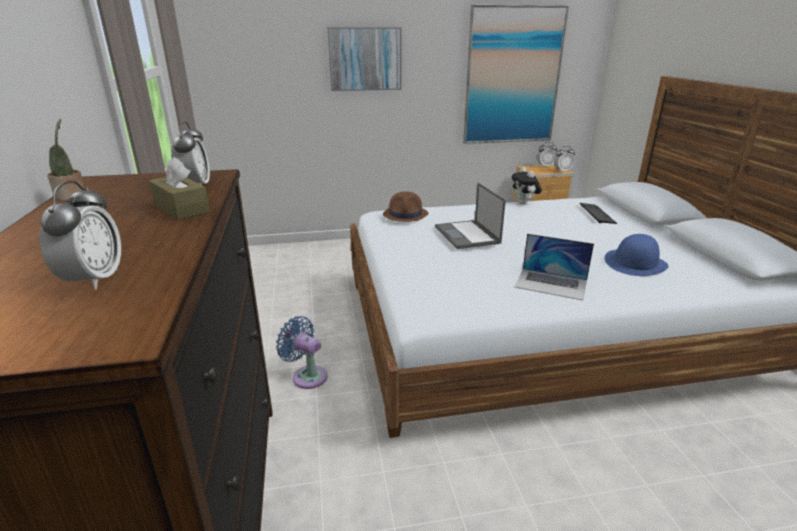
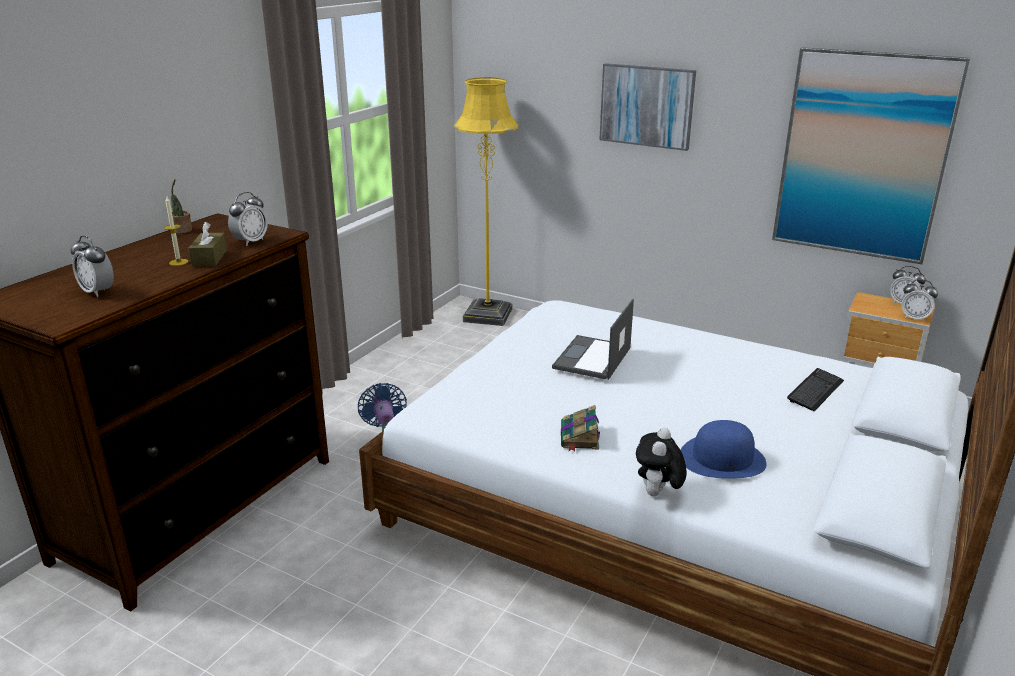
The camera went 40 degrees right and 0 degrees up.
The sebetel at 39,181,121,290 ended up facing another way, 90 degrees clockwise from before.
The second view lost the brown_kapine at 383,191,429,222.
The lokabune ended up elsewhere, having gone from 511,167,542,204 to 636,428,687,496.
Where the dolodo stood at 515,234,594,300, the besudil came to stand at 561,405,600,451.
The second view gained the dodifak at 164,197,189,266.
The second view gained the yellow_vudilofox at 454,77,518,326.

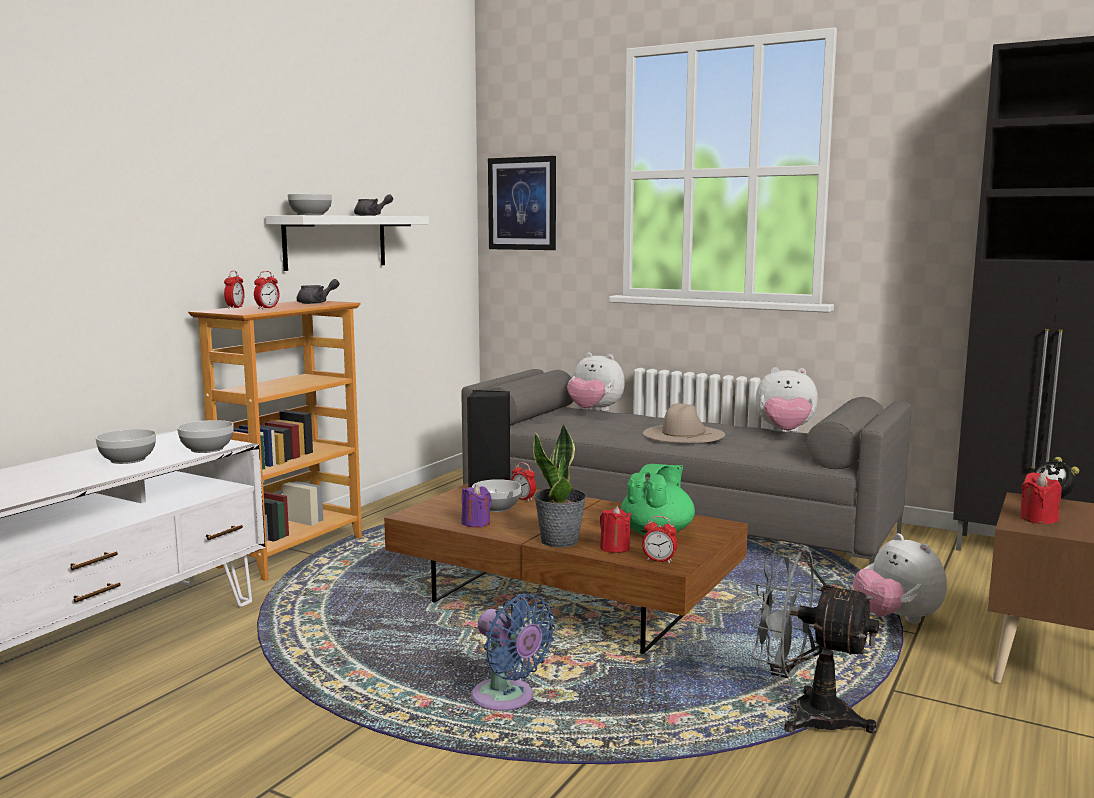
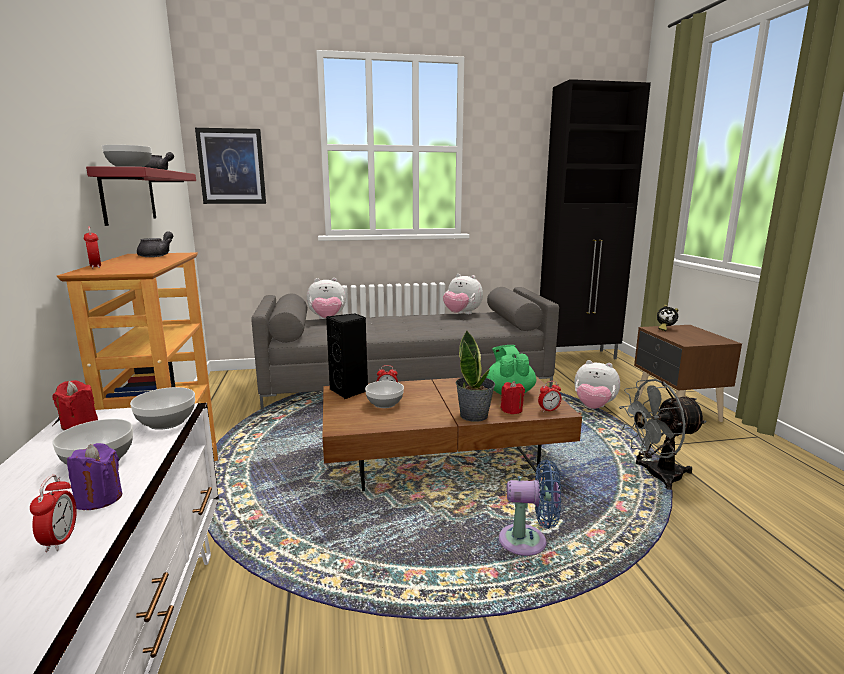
The camera went 40 degrees left and 5 degrees up.
The sebetel ended up elsewhere, having gone from 254,271,280,309 to 30,475,77,552.
What was the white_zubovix at 265,215,429,271 turned into the red_zubovix at 86,166,196,226.
The purple_dodifak ended up elsewhere, having gone from 461,484,492,528 to 67,443,122,510.
The second view lost the beige_kapine at 643,403,725,443.
The lokabune at 756,367,818,432 ended up facing another way, 60 degrees clockwise from before.
The red_dodifak ended up elsewhere, having gone from 1021,472,1062,524 to 52,380,98,430.

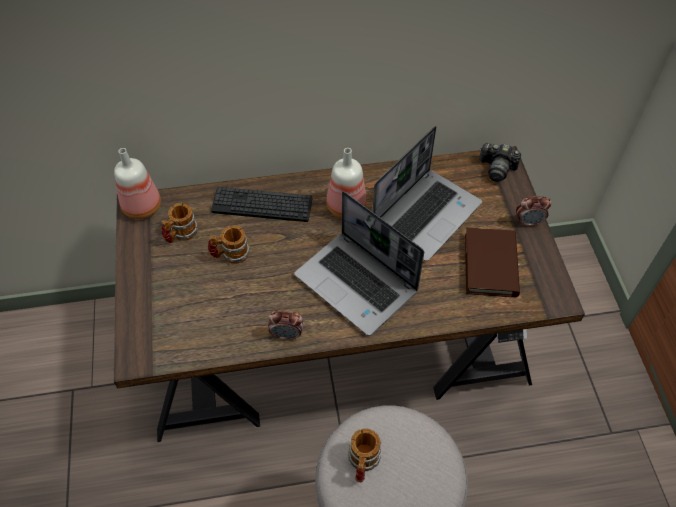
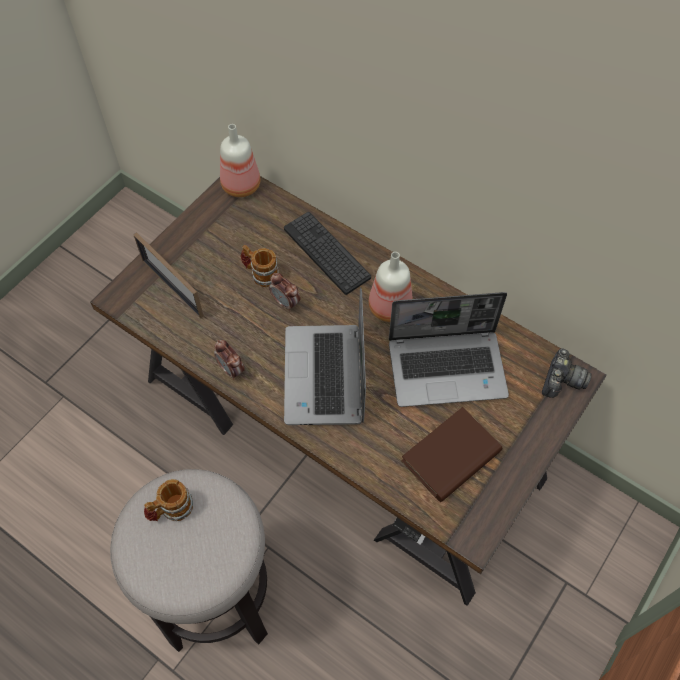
The camera went 45 degrees right and 5 degrees up.
The second view lost the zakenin at 162,203,198,243.
The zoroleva at 479,143,521,182 ended up facing another way, 135 degrees counterclockwise from before.
The sebetel ended up elsewhere, having gone from 516,196,551,226 to 269,273,301,311.
The second view gained the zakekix at 133,232,204,319.

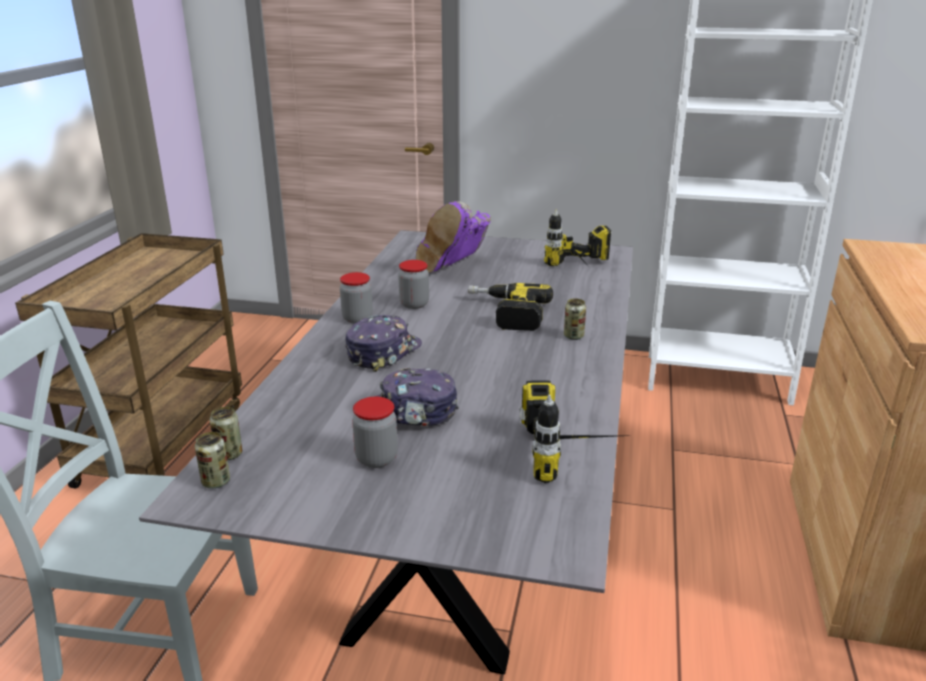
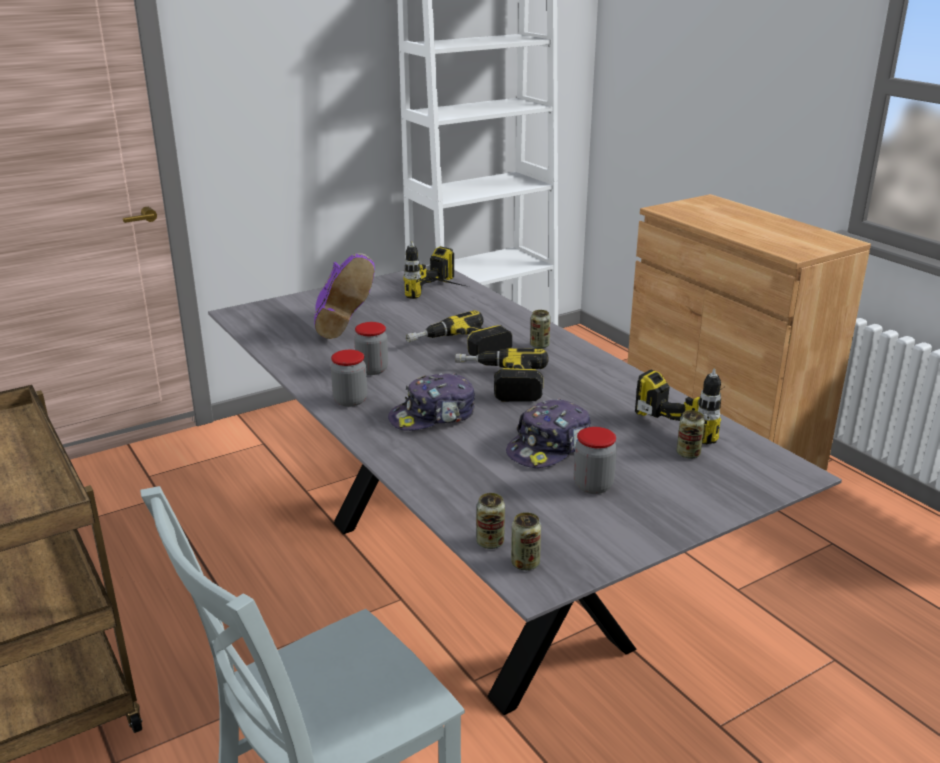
The camera went 45 degrees left and 0 degrees up.
The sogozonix at 345,315,422,372 ended up facing another way, 105 degrees counterclockwise from before.
The second view gained the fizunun at 455,348,549,402.
The second view gained the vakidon at 677,410,705,459.

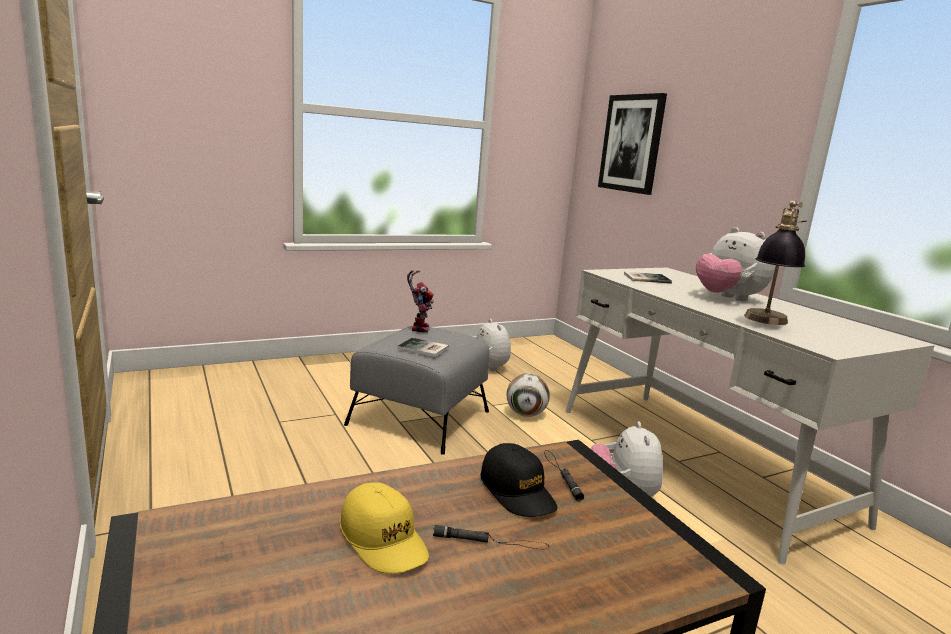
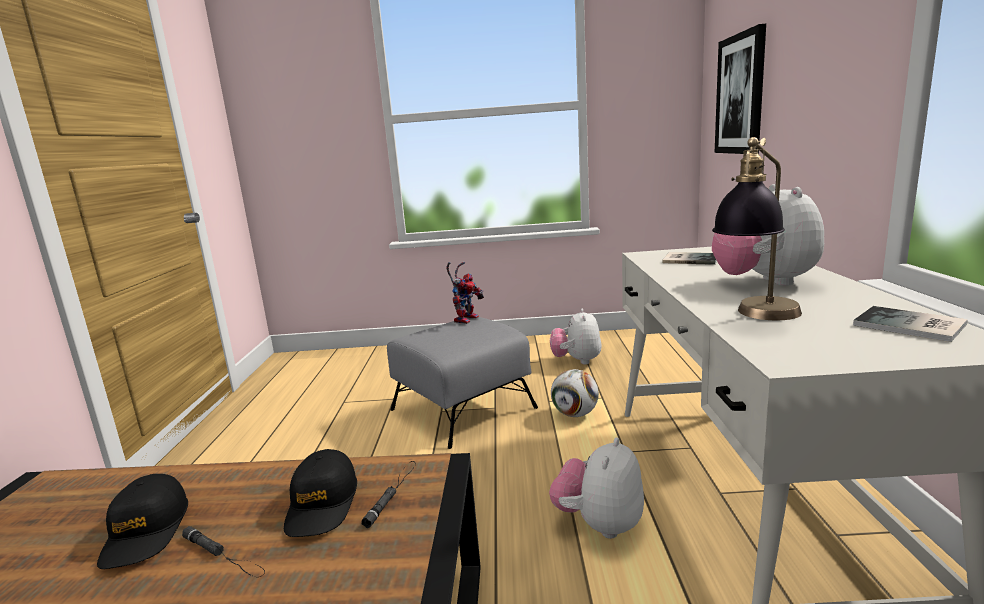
The camera went 30 degrees right and 0 degrees up.
What was the yellow_sogozonix at 340,482,429,574 turned into the black_sogozonix at 97,474,188,569.
The besudil ended up elsewhere, having gone from 397,338,449,357 to 853,306,968,342.

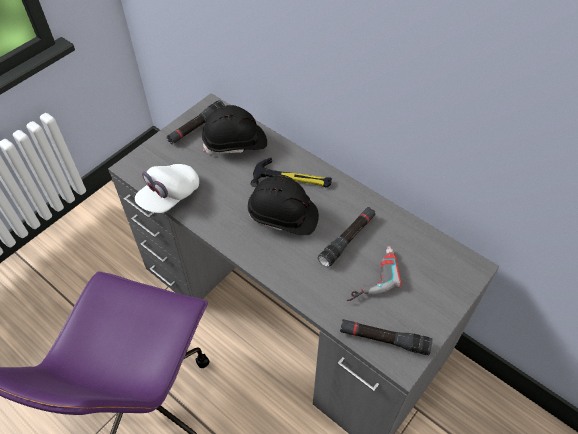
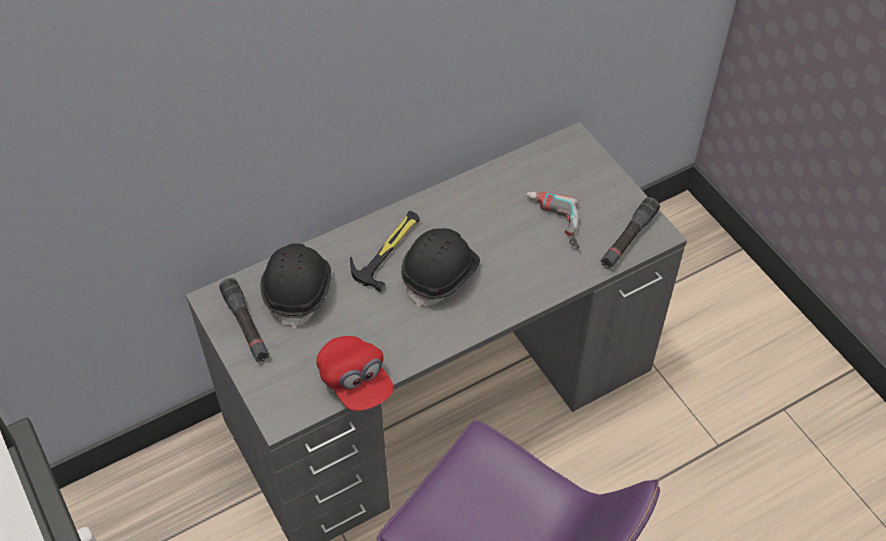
The camera went 70 degrees left and 0 degrees up.
What was the white_sogozonix at 135,164,199,213 turned into the red_sogozonix at 316,336,394,411.
The second view lost the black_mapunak at 318,207,376,267.

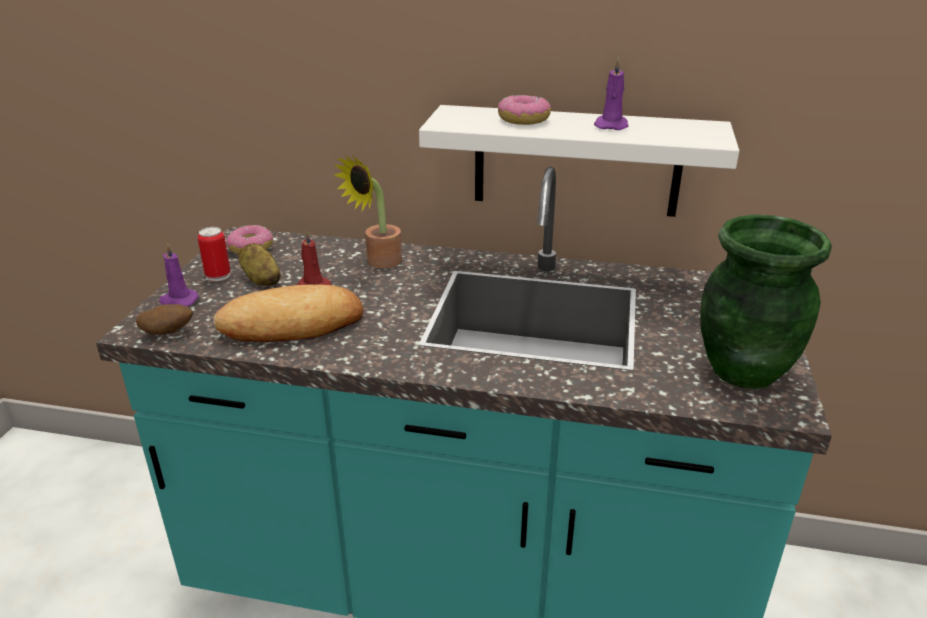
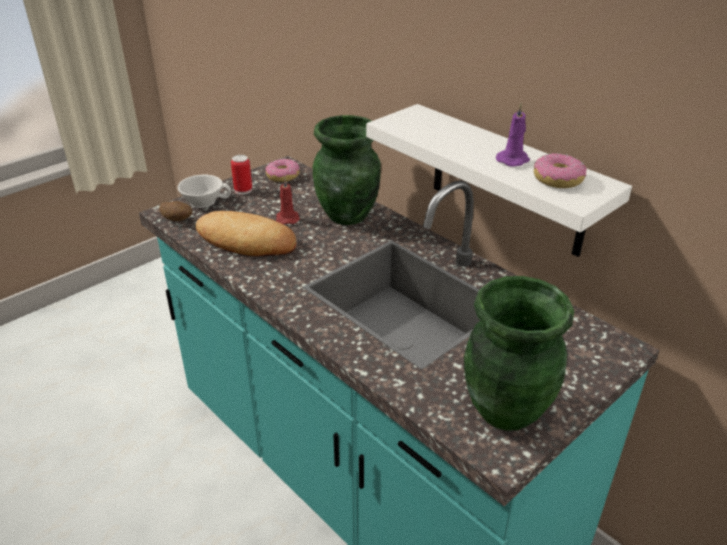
The camera went 35 degrees right and 5 degrees up.
Where the purple_dodifak stood at 159,243,199,306, the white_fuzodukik came to stand at 178,175,231,208.
The second view lost the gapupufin at 239,243,281,286.
Where the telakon stood at 334,154,402,268, the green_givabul came to stand at 313,115,381,225.
The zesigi ended up elsewhere, having gone from 498,95,551,125 to 534,153,587,188.

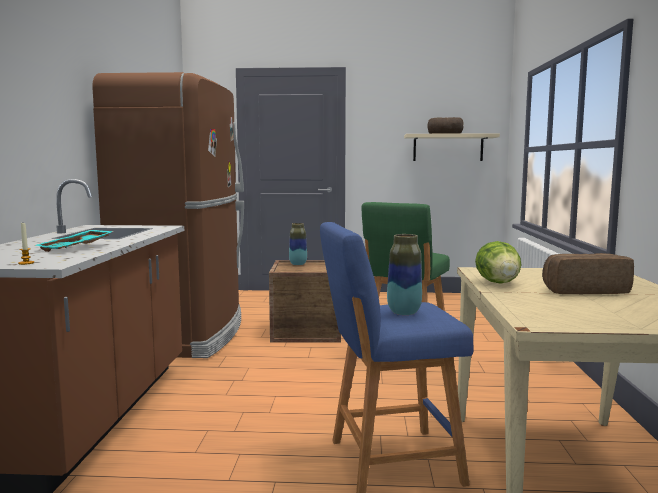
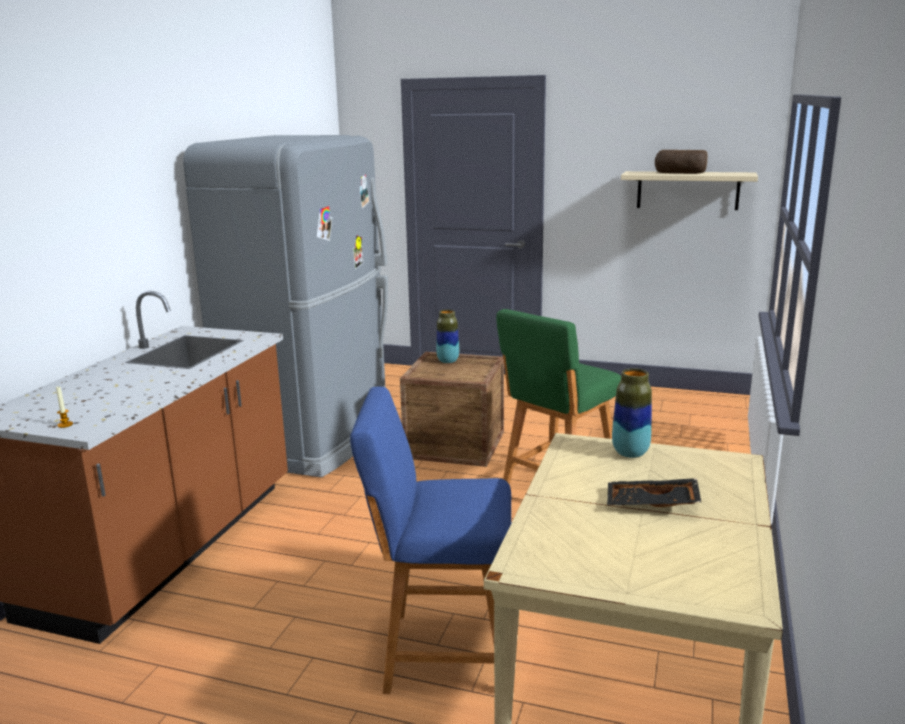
The camera went 15 degrees right and 10 degrees up.
The second view lost the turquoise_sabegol at 34,230,114,252.
What was the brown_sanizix at 92,72,244,358 turned into the grey_sanizix at 183,135,388,477.
The givabul ended up elsewhere, having gone from 387,234,422,315 to 612,368,652,458.
The second view lost the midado at 475,241,521,284.
Where the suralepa stood at 542,253,634,294, the black_sabegol came to stand at 607,478,701,507.

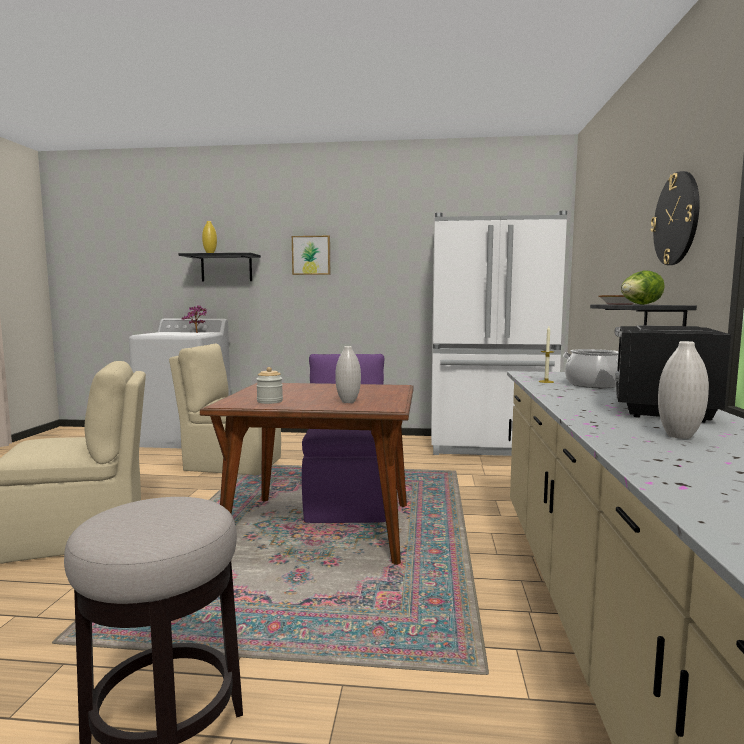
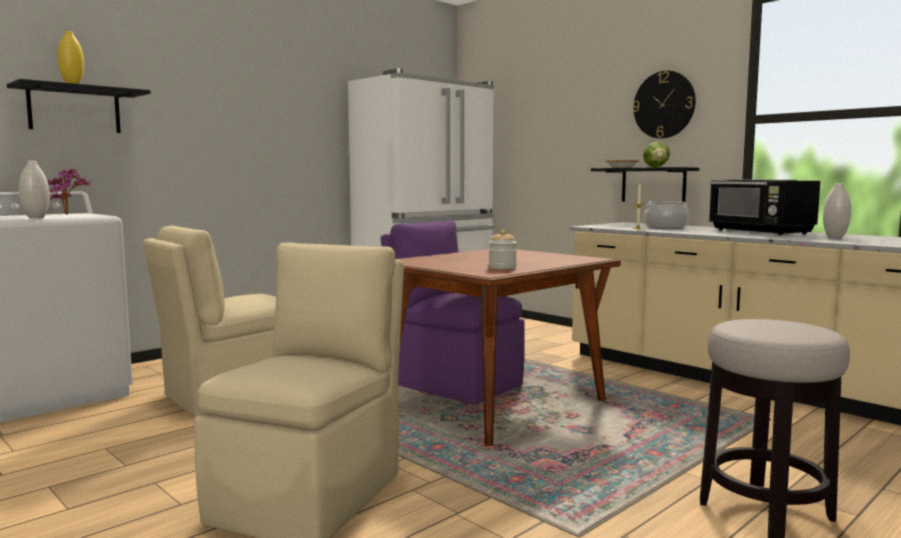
The camera went 50 degrees left and 0 degrees up.
The second view lost the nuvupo at 292,236,330,275.
The white_givabul ended up elsewhere, having gone from 335,346,361,403 to 19,161,49,219.

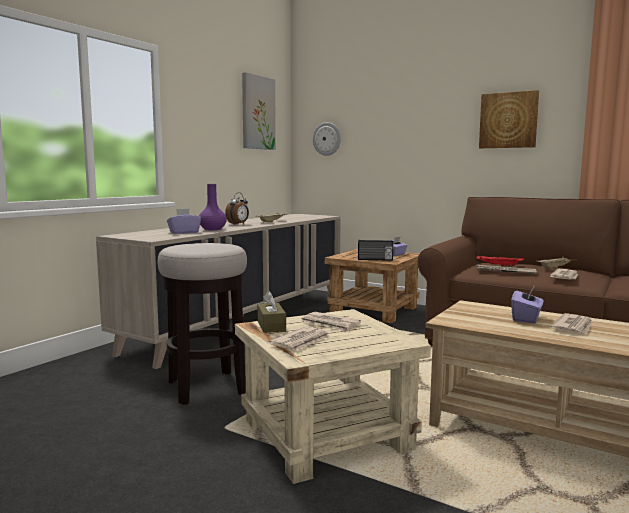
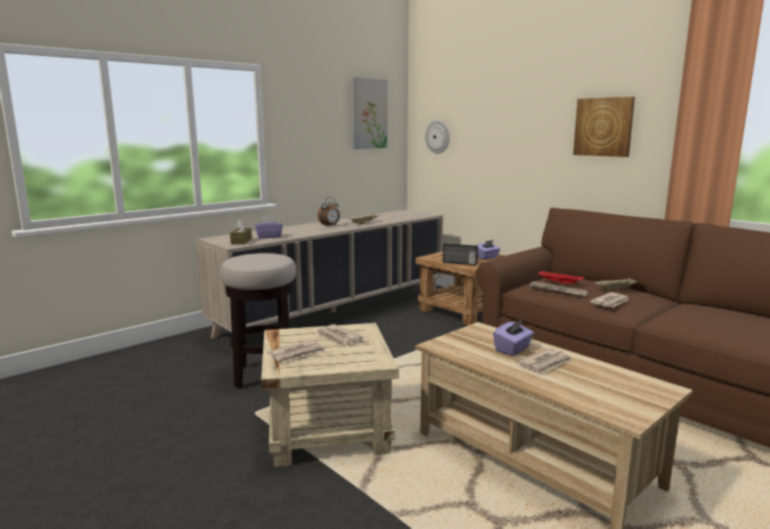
The camera went 15 degrees right and 5 degrees up.
The second view lost the purple_givabul at 199,184,227,230.
The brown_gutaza ended up elsewhere, having gone from 257,291,286,333 to 230,220,252,245.

